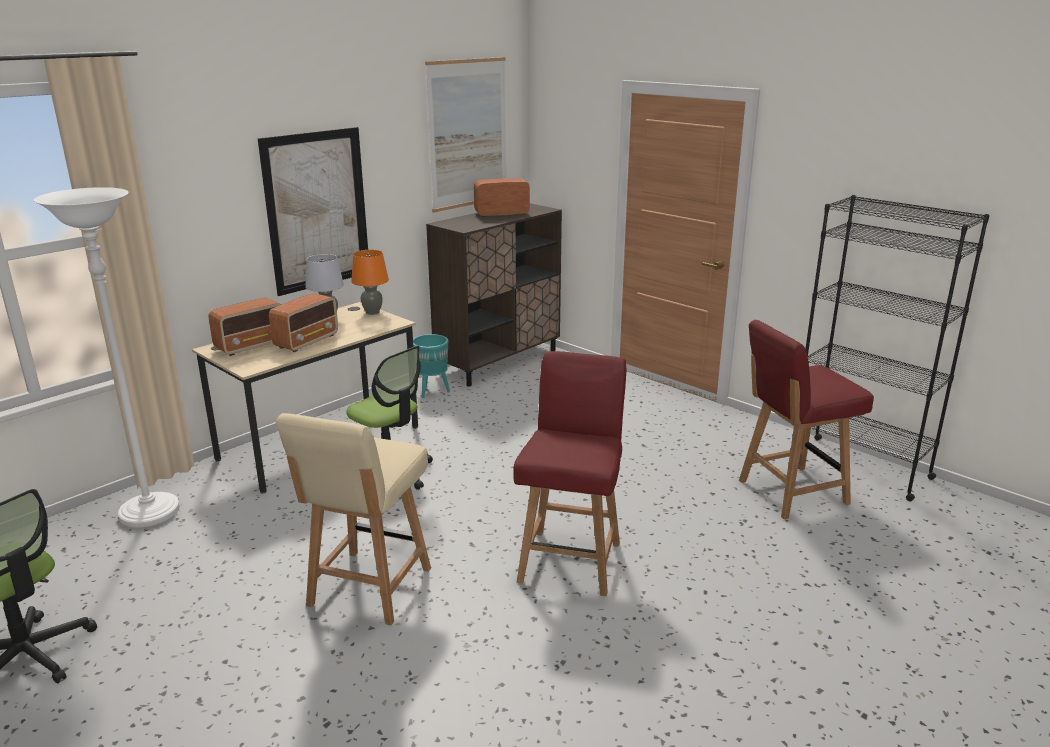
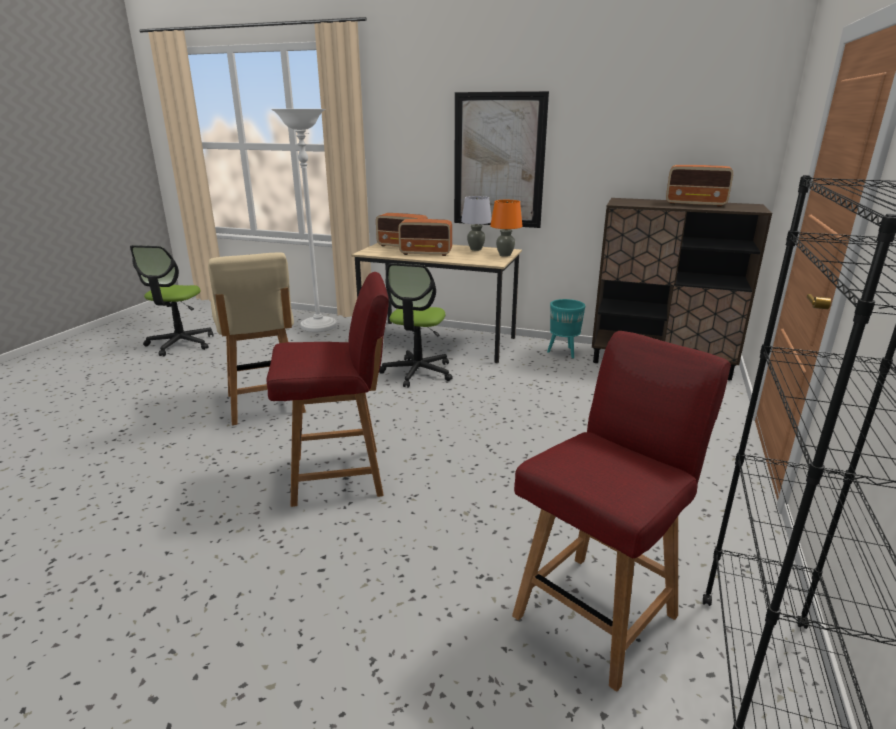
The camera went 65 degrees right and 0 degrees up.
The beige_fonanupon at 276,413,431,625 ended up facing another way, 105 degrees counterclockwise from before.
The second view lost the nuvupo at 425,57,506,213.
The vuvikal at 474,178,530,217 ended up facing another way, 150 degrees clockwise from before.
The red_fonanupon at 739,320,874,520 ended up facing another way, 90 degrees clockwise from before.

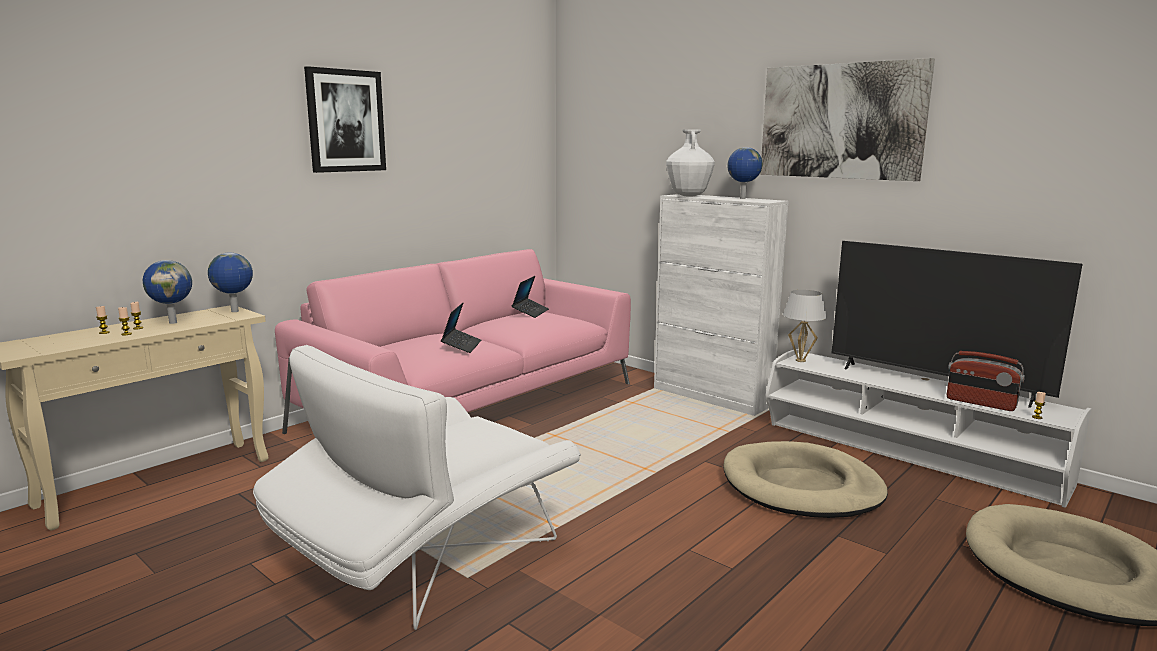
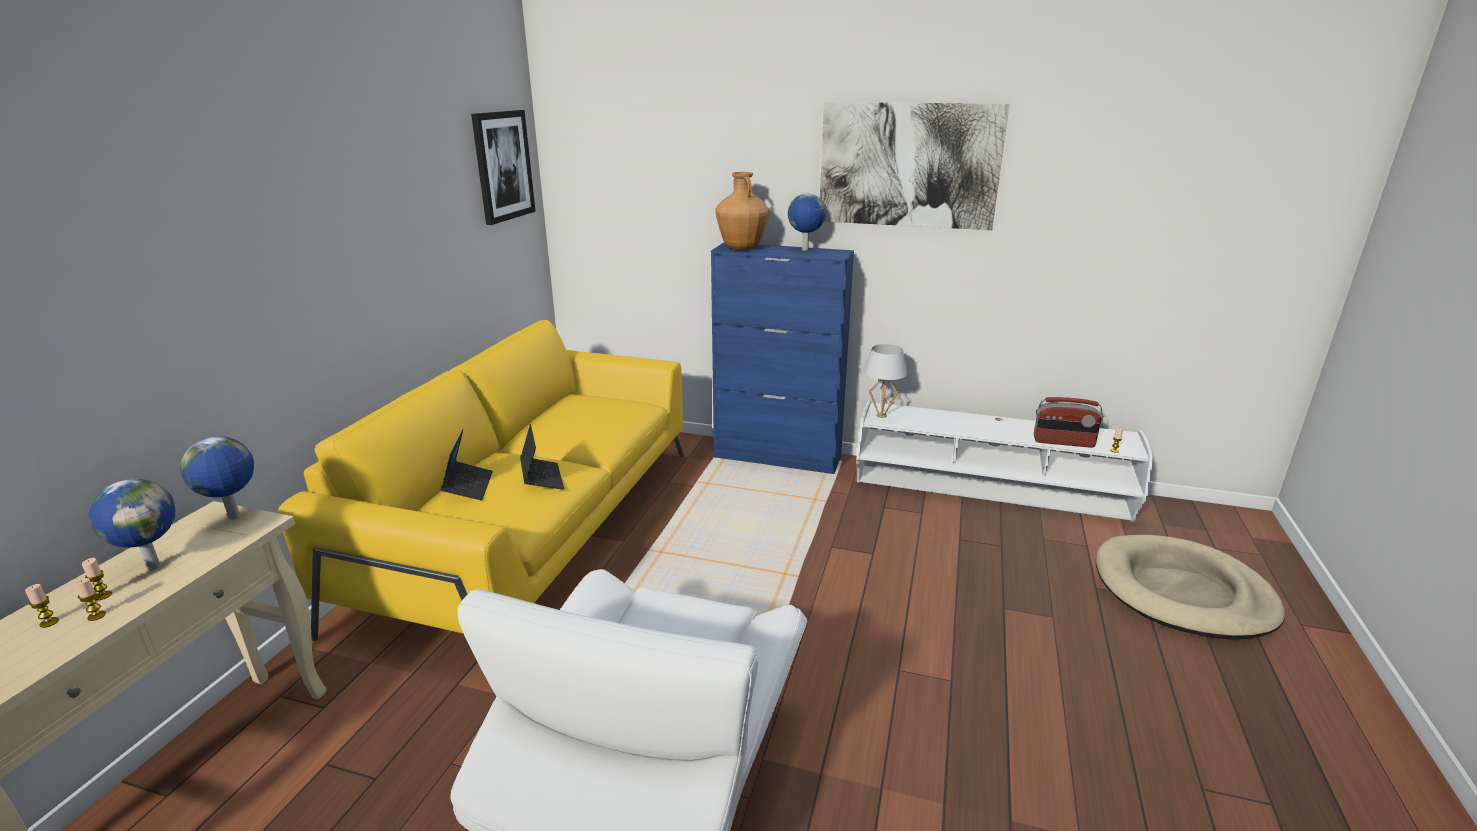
The camera went 25 degrees left and 10 degrees up.
What was the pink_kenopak at 275,249,631,434 turned into the yellow_kenopak at 278,320,685,641.
The nuvupo ended up elsewhere, having gone from 304,66,386,173 to 471,110,536,225.
The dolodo ended up elsewhere, having gone from 512,276,549,318 to 440,429,493,500.
What was the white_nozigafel at 654,194,789,416 turned into the blue_nozigafel at 711,242,854,474.
What was the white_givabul at 666,129,715,196 turned into the brown_givabul at 715,172,769,250.
The second view lost the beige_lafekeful at 723,441,888,518.
The second view lost the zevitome at 832,241,1083,408.

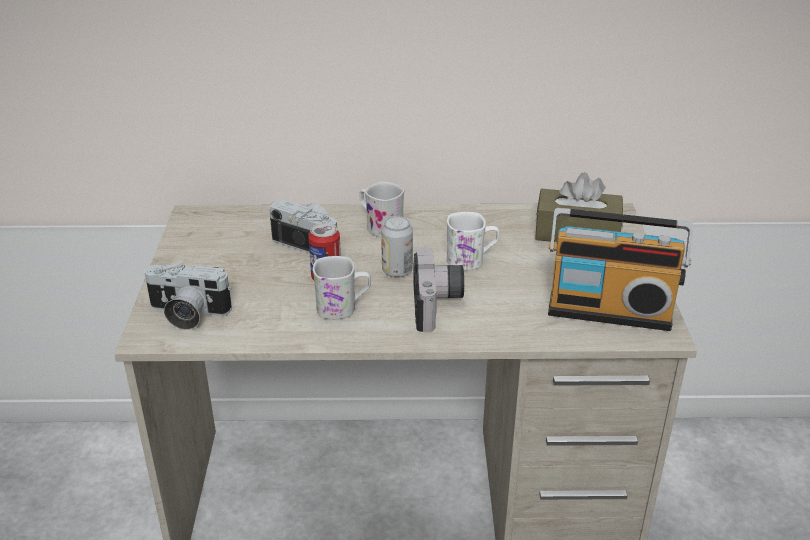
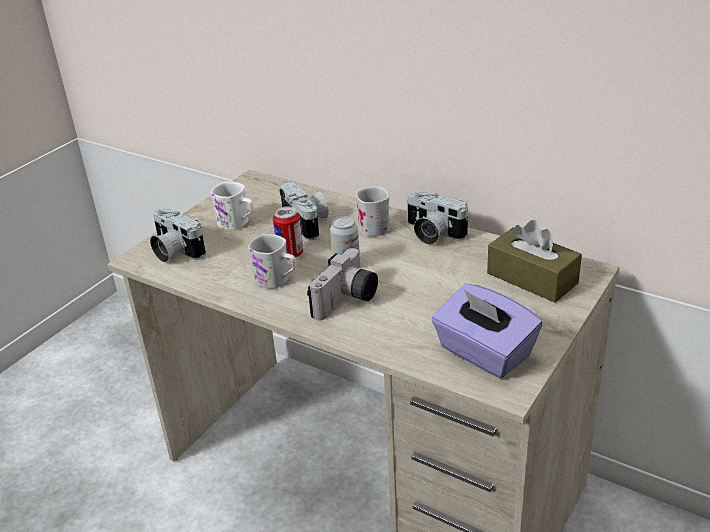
The camera went 35 degrees right and 0 degrees up.
The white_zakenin ended up elsewhere, having gone from 447,212,499,270 to 211,181,254,230.
Where the vuvikal stood at 548,208,693,331, the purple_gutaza came to stand at 431,284,543,378.
The second view gained the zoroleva at 407,191,469,245.

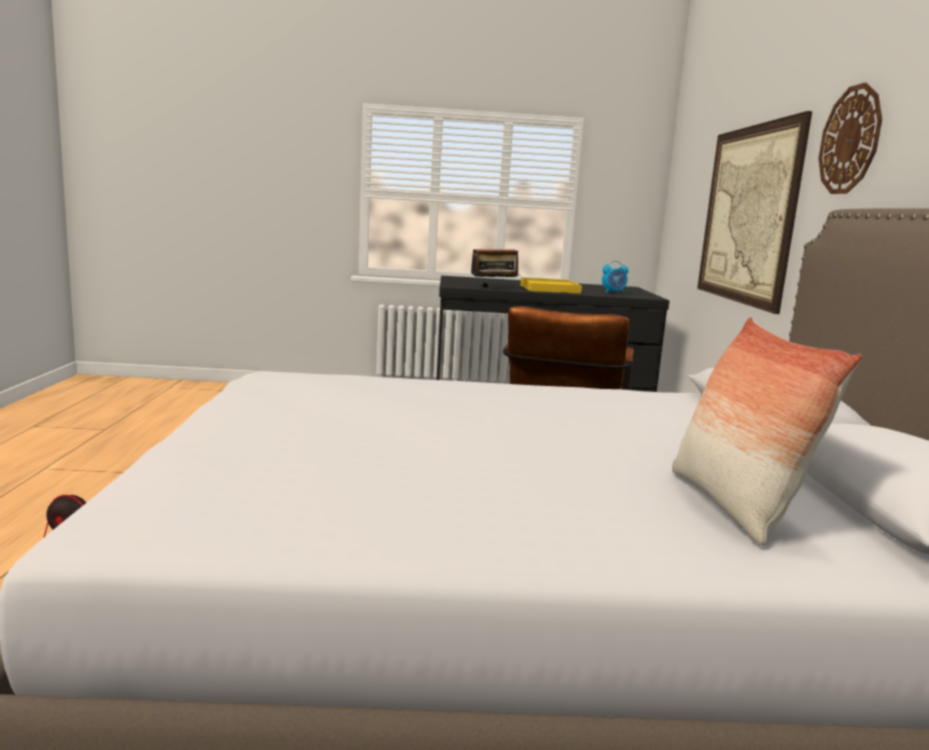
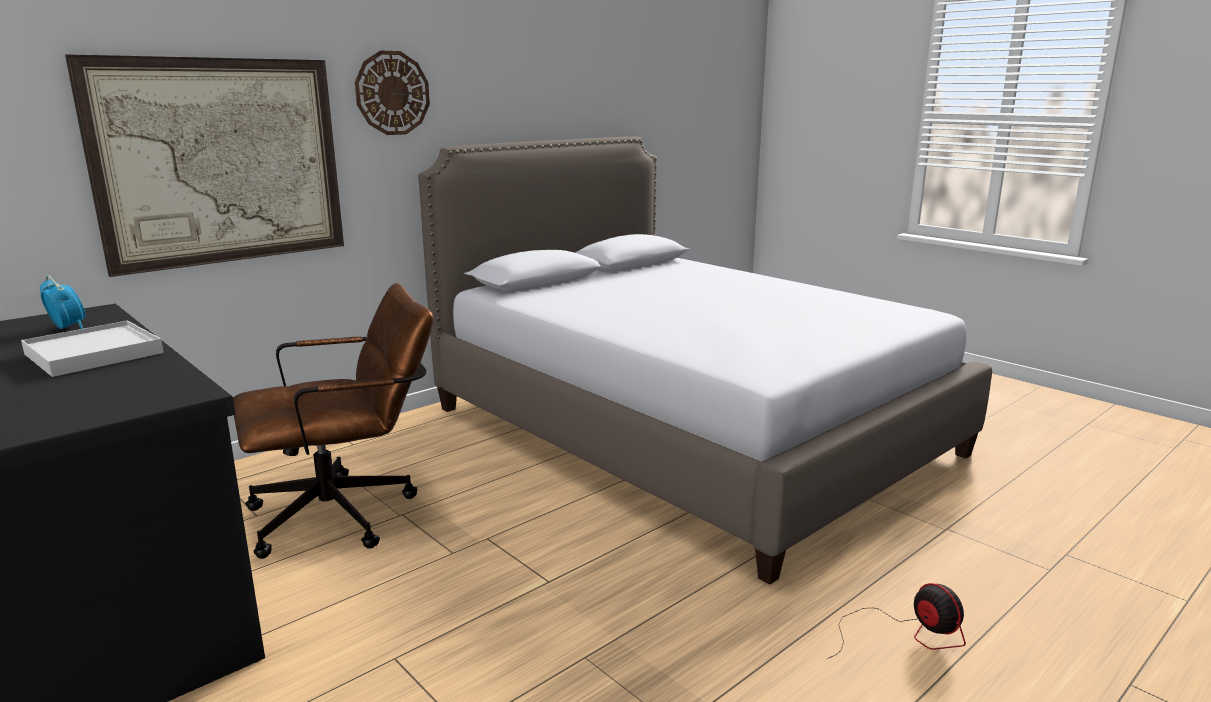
The camera went 130 degrees left and 5 degrees up.
The second view lost the vuvikal at 471,238,519,288.
What was the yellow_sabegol at 520,278,582,294 turned into the white_sabegol at 21,321,164,377.
The second view lost the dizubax at 672,317,862,545.

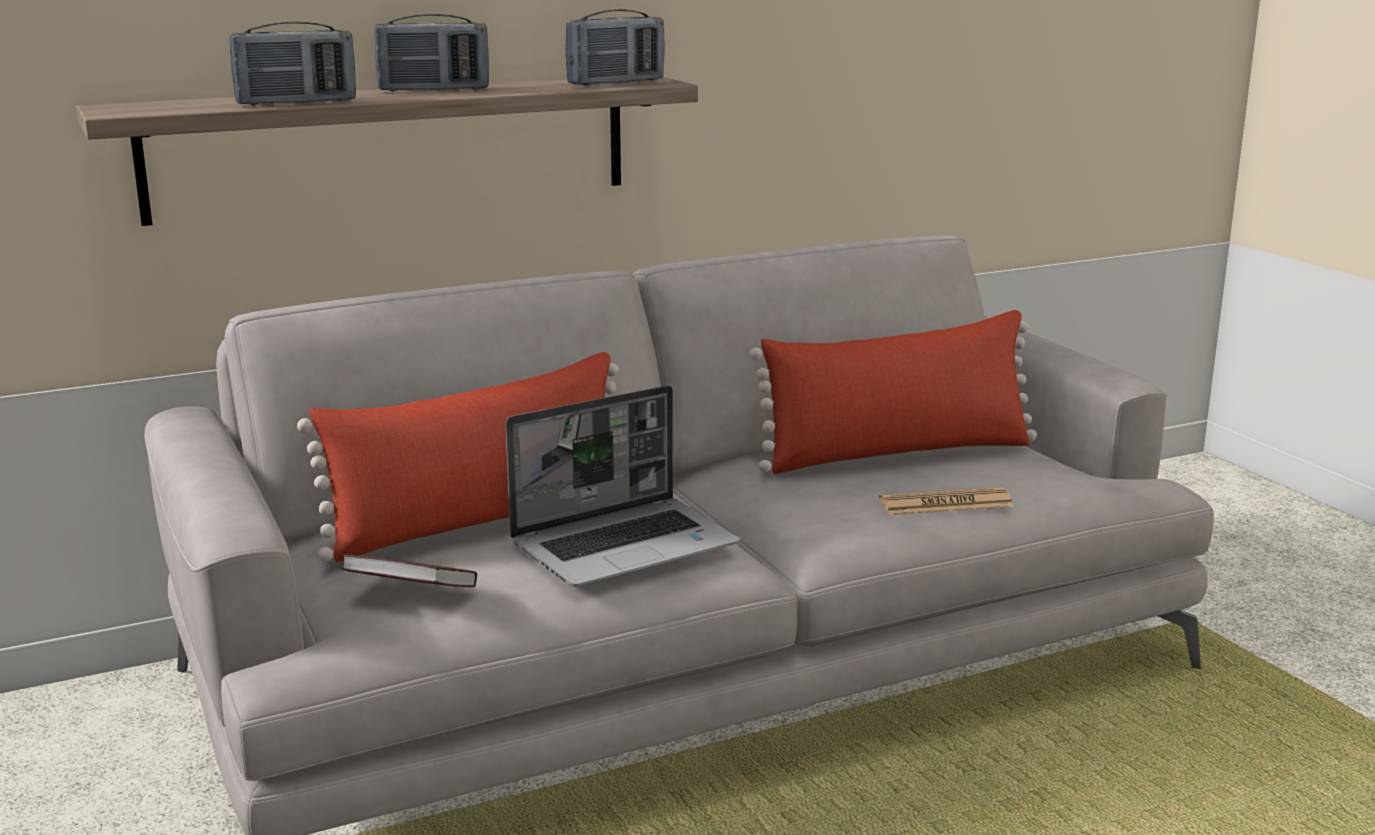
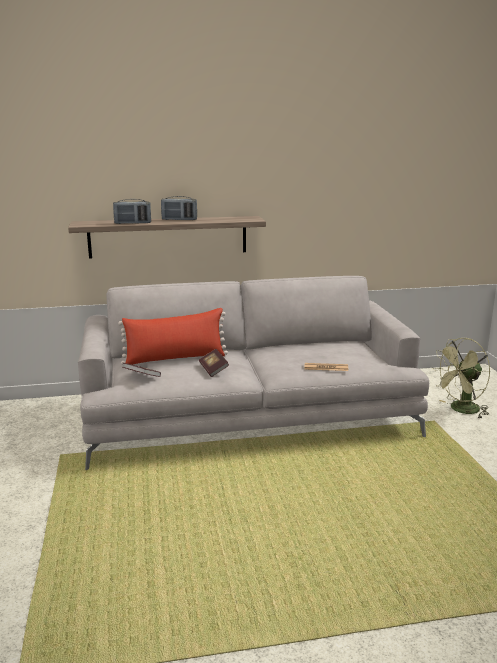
The camera went 15 degrees right and 0 degrees up.
Where the dolodo stood at 506,385,740,587, the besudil came to stand at 199,349,229,377.
The second view lost the vuvikal at 565,9,665,85.
The second view lost the red_dizubax at 749,310,1037,474.
The second view gained the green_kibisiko at 432,338,490,419.

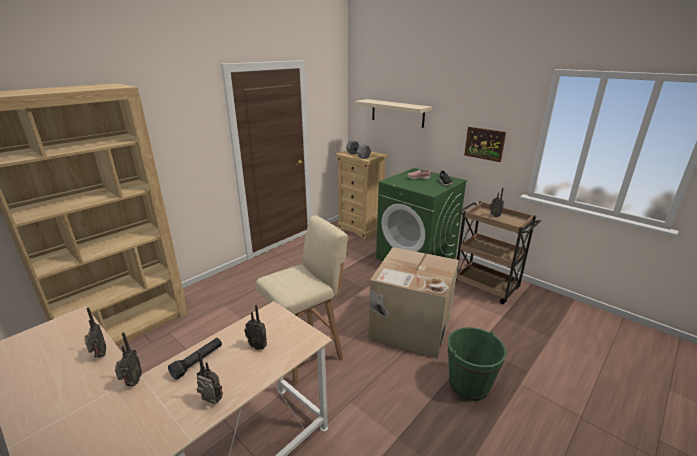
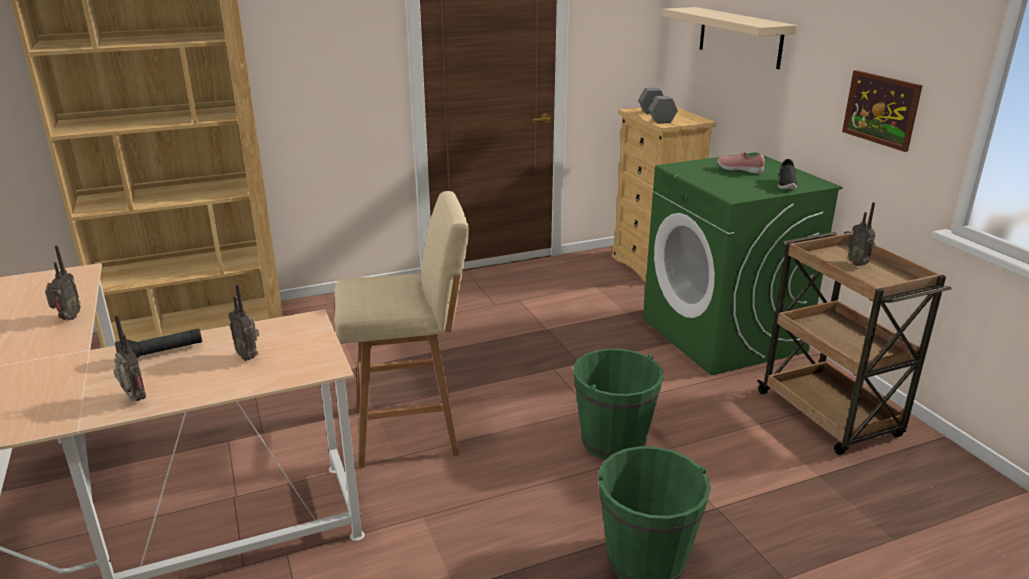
The camera went 25 degrees right and 0 degrees up.
The second view lost the vuvikal at 115,332,142,386.
Where the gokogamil stood at 368,247,459,359, the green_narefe came to stand at 573,349,664,459.

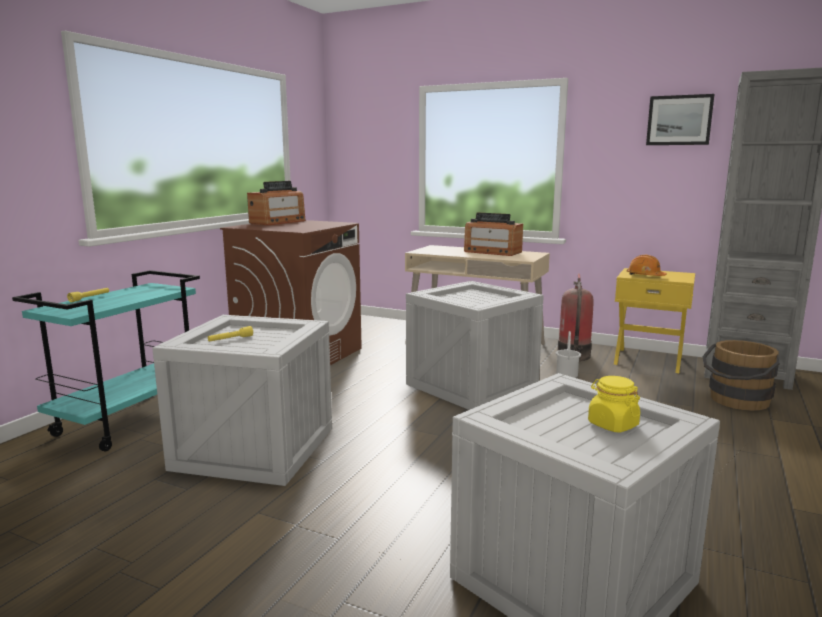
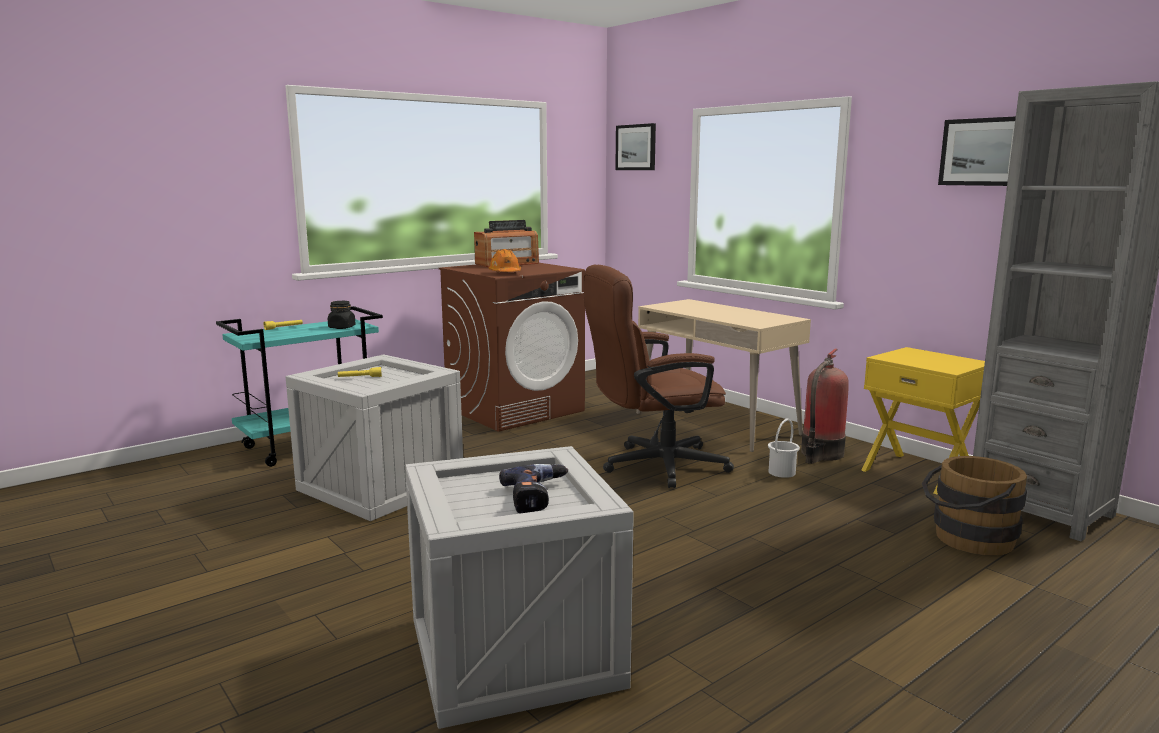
The camera went 25 degrees right and 0 degrees up.
Where the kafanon stood at 406,281,544,410, the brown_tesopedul came to stand at 583,265,734,488.
The second view lost the vuvikal at 464,212,523,256.
Where the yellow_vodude stood at 588,376,640,432, the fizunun came to stand at 499,464,568,513.
The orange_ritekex ended up elsewhere, having gone from 627,255,667,276 to 488,249,521,272.
The second view gained the black_vodude at 328,301,356,329.
The second view gained the nuvupo at 615,123,656,170.

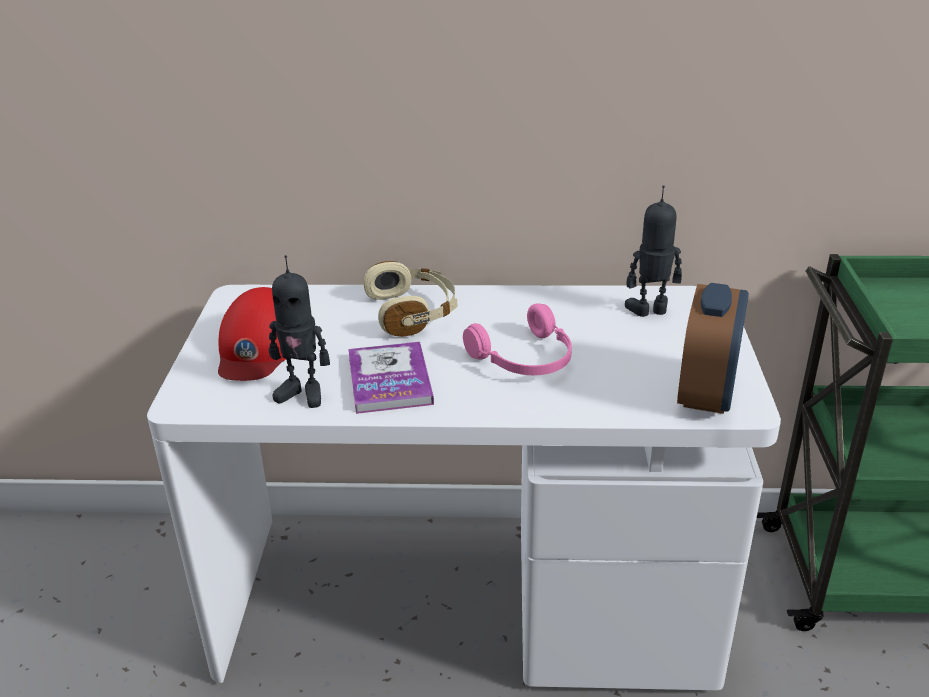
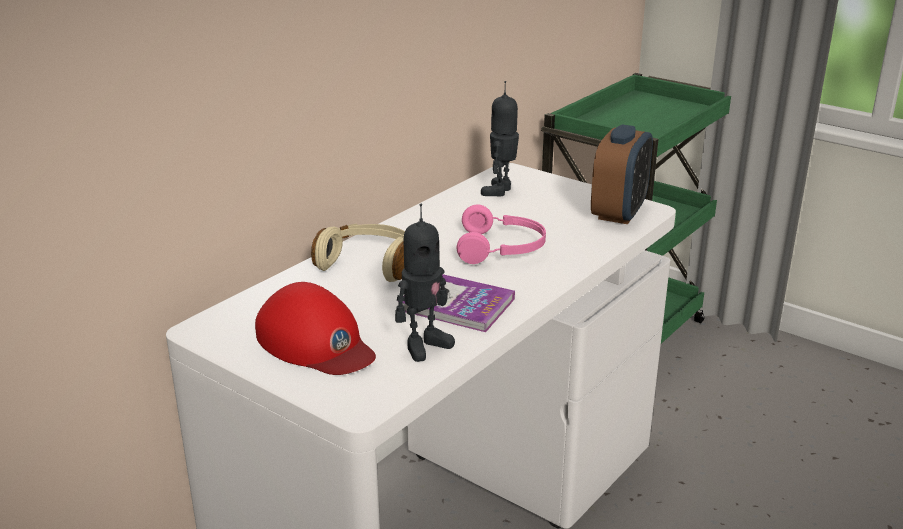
The camera went 55 degrees left and 5 degrees down.
The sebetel at 677,283,749,414 ended up facing another way, 60 degrees clockwise from before.

